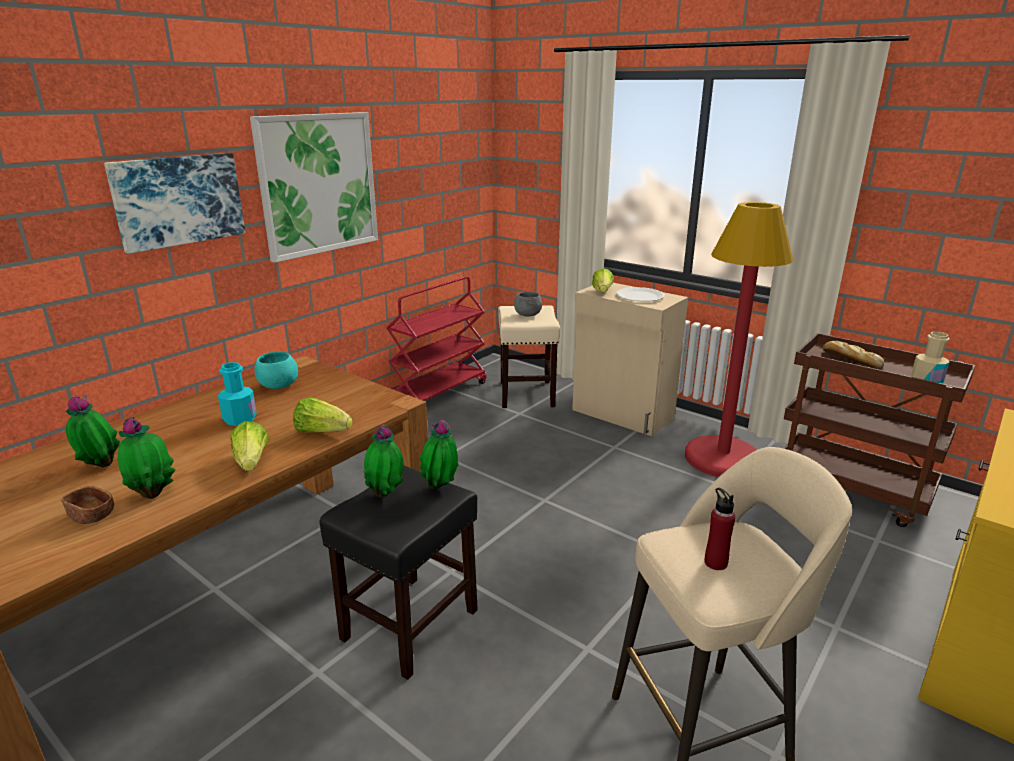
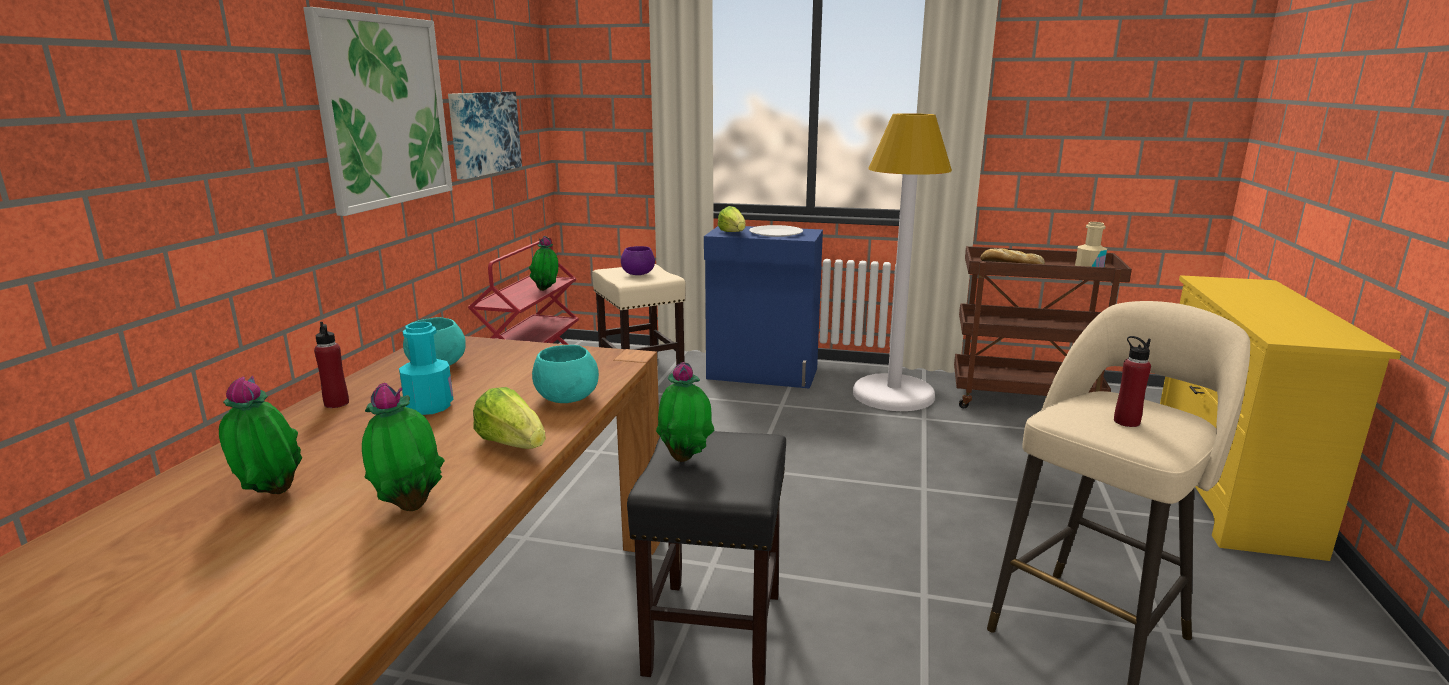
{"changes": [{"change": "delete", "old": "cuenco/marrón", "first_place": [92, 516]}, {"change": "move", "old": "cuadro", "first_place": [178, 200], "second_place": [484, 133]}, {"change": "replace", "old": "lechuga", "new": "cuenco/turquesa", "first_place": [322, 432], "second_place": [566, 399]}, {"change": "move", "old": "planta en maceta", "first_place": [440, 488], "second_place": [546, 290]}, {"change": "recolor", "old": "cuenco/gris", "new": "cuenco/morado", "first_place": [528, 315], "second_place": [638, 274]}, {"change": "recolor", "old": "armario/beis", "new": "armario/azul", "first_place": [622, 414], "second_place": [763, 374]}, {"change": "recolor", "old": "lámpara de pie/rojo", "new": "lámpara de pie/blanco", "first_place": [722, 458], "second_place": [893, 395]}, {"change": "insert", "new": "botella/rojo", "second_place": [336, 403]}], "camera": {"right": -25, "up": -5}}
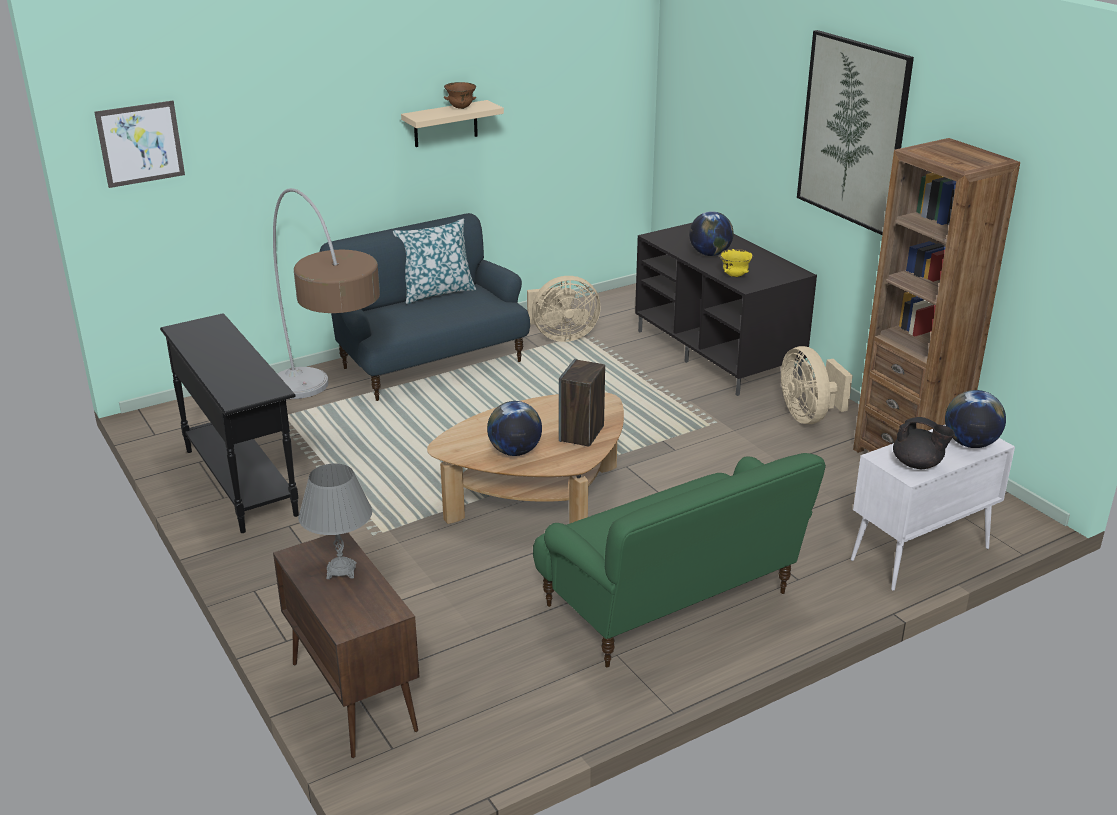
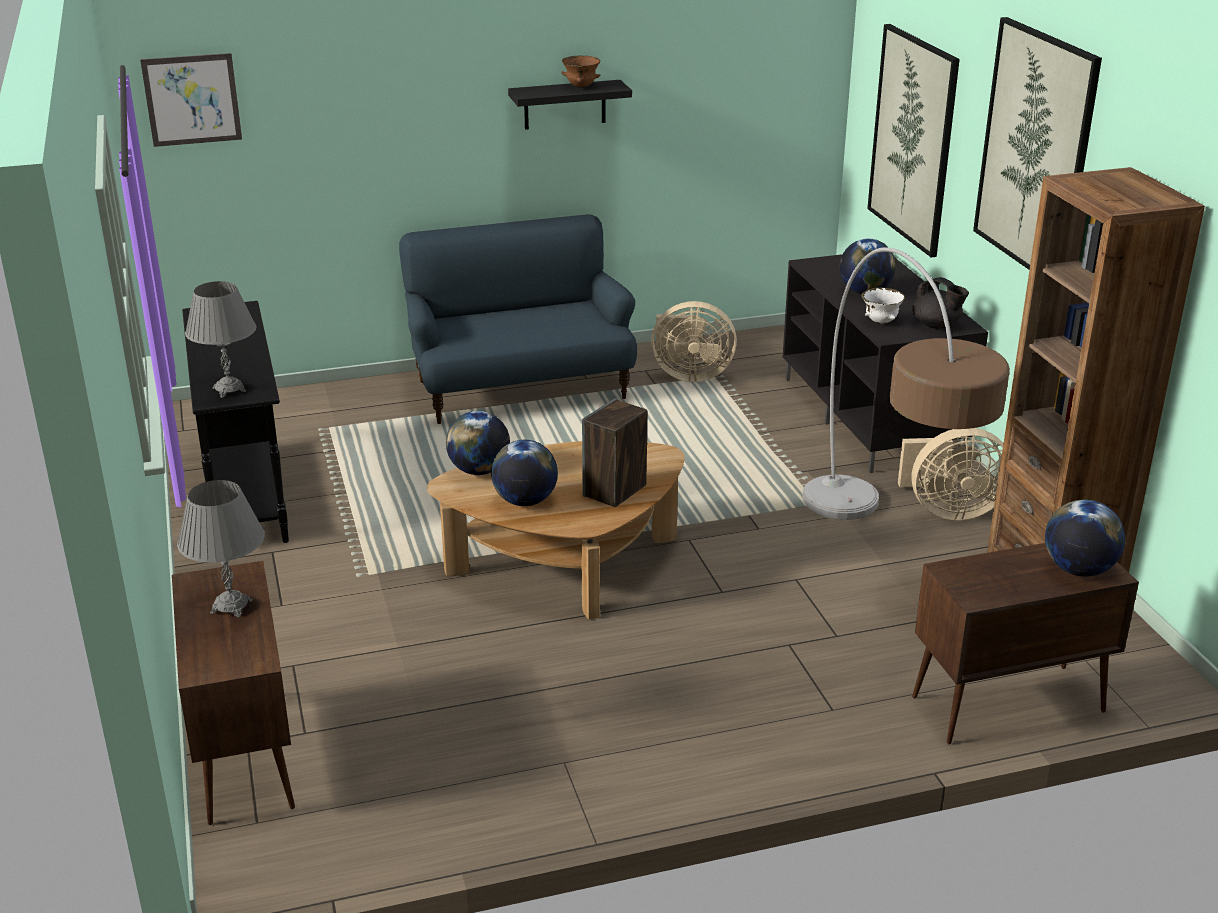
{"changes": [{"change": "move", "old": "lámpara de pie", "first_place": [329, 418], "second_place": [886, 554]}, {"change": "delete", "old": "cojín", "first_place": [437, 292]}, {"change": "recolor", "old": "estante/beis", "new": "estante/negro", "first_place": [445, 124], "second_place": [564, 104]}, {"change": "delete", "old": "sofá/verde", "first_place": [670, 602]}, {"change": "recolor", "old": "cuenco/amarillo", "new": "cuenco/blanco", "first_place": [734, 276], "second_place": [880, 322]}, {"change": "rotate", "old": "ventilador/beis", "first_place": [809, 416], "second_place": [949, 510], "degrees": -90}, {"change": "recolor", "old": "armario/blanco", "new": "armario/marrón", "first_place": [919, 555], "second_place": [1006, 705]}, {"change": "move", "old": "tetera/negro", "first_place": [917, 464], "second_place": [936, 325]}, {"change": "insert", "new": "lámpara de mesa/gris", "second_place": [229, 390]}, {"change": "insert", "new": "globo terráqueo", "second_place": [479, 471]}, {"change": "insert", "new": "cuadro", "second_place": [913, 139]}], "camera": {"right": 15, "up": 0}}
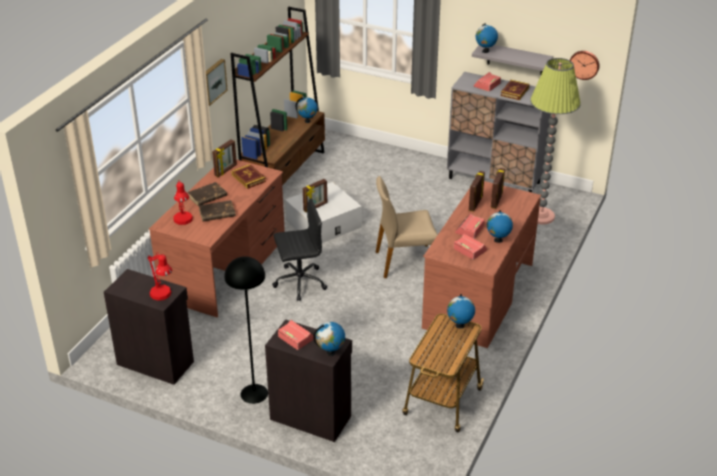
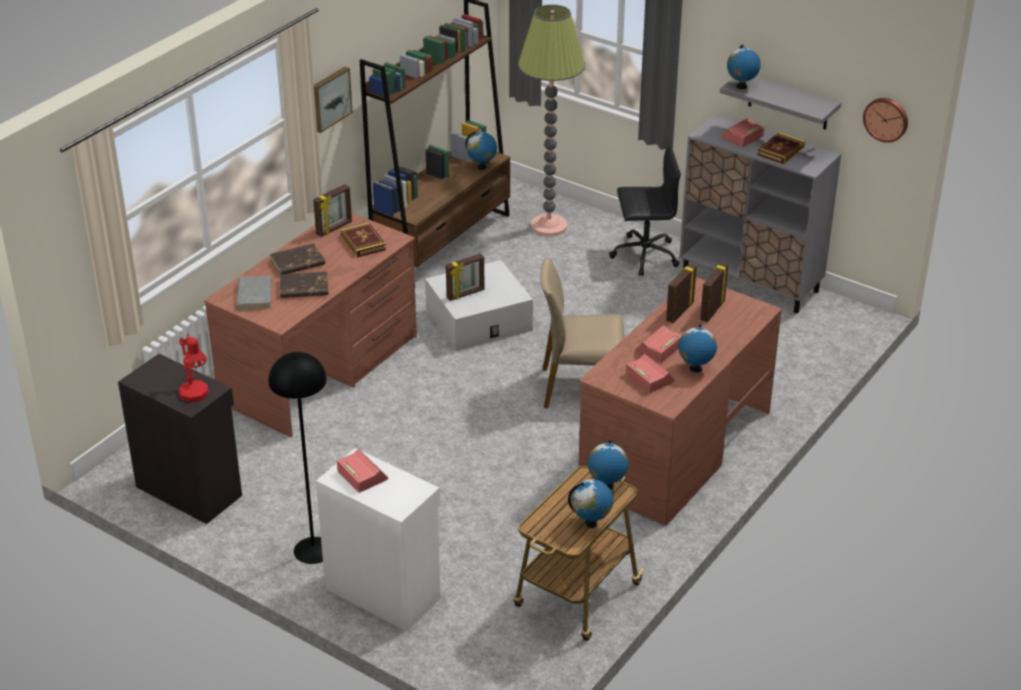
{"changes": [{"change": "replace", "old": "lámpara de mesa/rojo", "new": "libro/gris", "first_place": [183, 221], "second_place": [254, 295]}, {"change": "recolor", "old": "armario/negro", "new": "armario/blanco", "first_place": [310, 416], "second_place": [383, 592]}, {"change": "move", "old": "silla de oficina/negro", "first_place": [299, 282], "second_place": [643, 255]}, {"change": "move", "old": "globo terráqueo", "first_place": [330, 353], "second_place": [591, 523]}, {"change": "move", "old": "lámpara de pie", "first_place": [541, 216], "second_place": [549, 226]}], "camera": {"right": 10, "up": 0}}
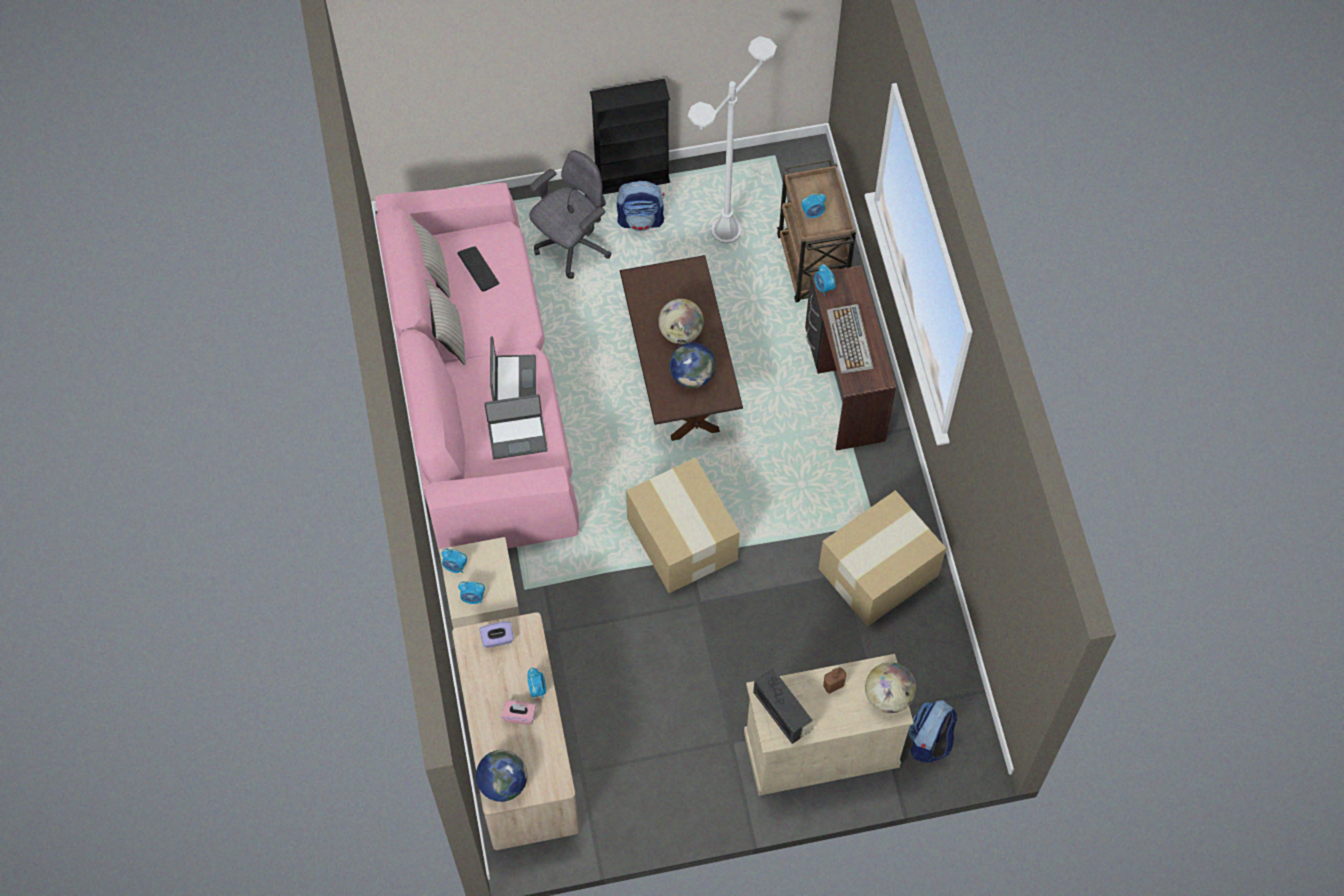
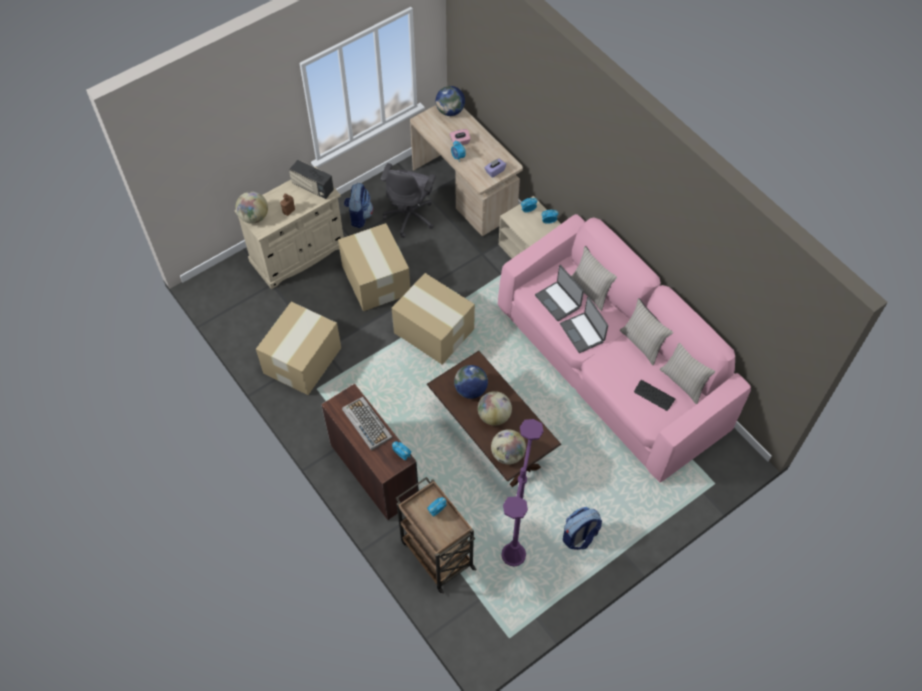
{"changes": [{"change": "rotate", "old": "portátil", "first_place": [517, 436], "second_place": [558, 301], "degrees": -90}, {"change": "move", "old": "silla de oficina/gris", "first_place": [572, 245], "second_place": [410, 216]}, {"change": "delete", "old": "estantería/negro", "first_place": [632, 179]}, {"change": "recolor", "old": "lámpara de pie/blanco", "new": "lámpara de pie/morado", "first_place": [726, 231], "second_place": [513, 555]}, {"change": "move", "old": "mochila", "first_place": [929, 741], "second_place": [359, 216]}, {"change": "insert", "new": "caja de cartón", "second_place": [376, 279]}, {"change": "insert", "new": "globo terráqueo", "second_place": [507, 454]}, {"change": "insert", "new": "cojín/beis", "second_place": [590, 291]}], "camera": {"right": 155, "up": -5}}
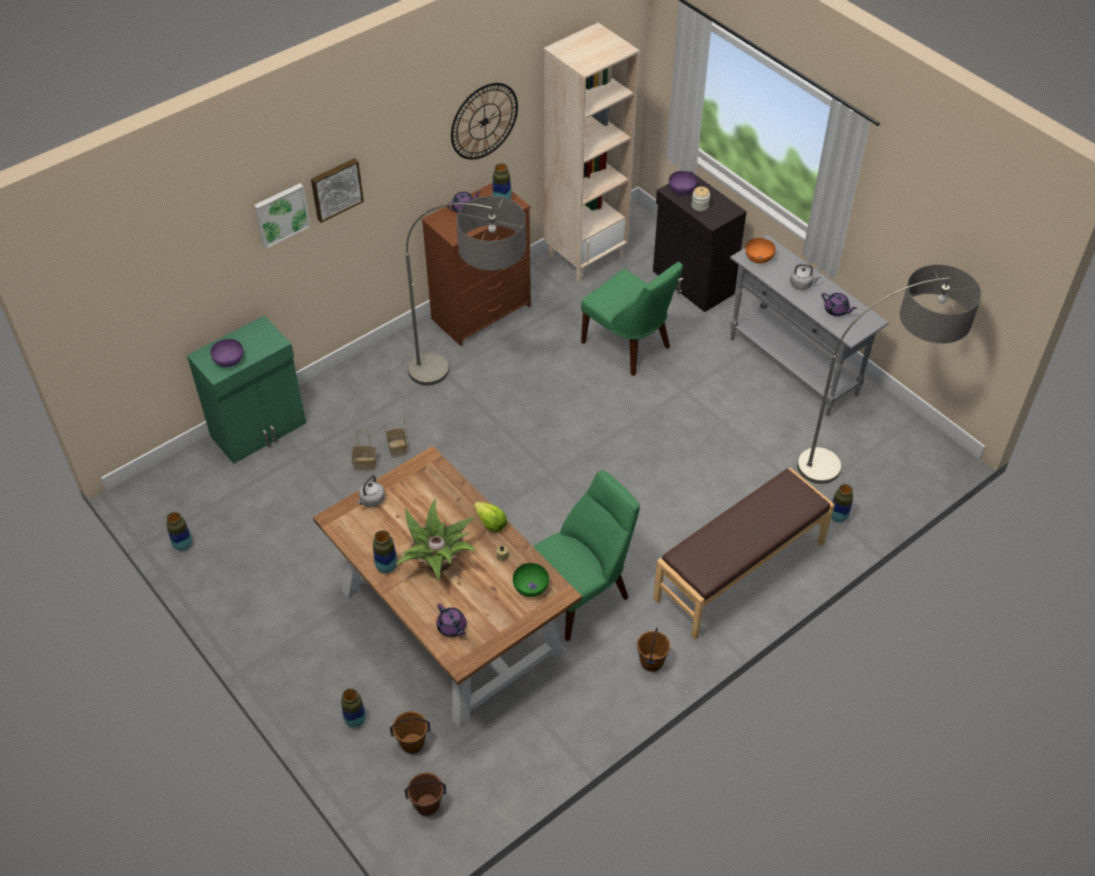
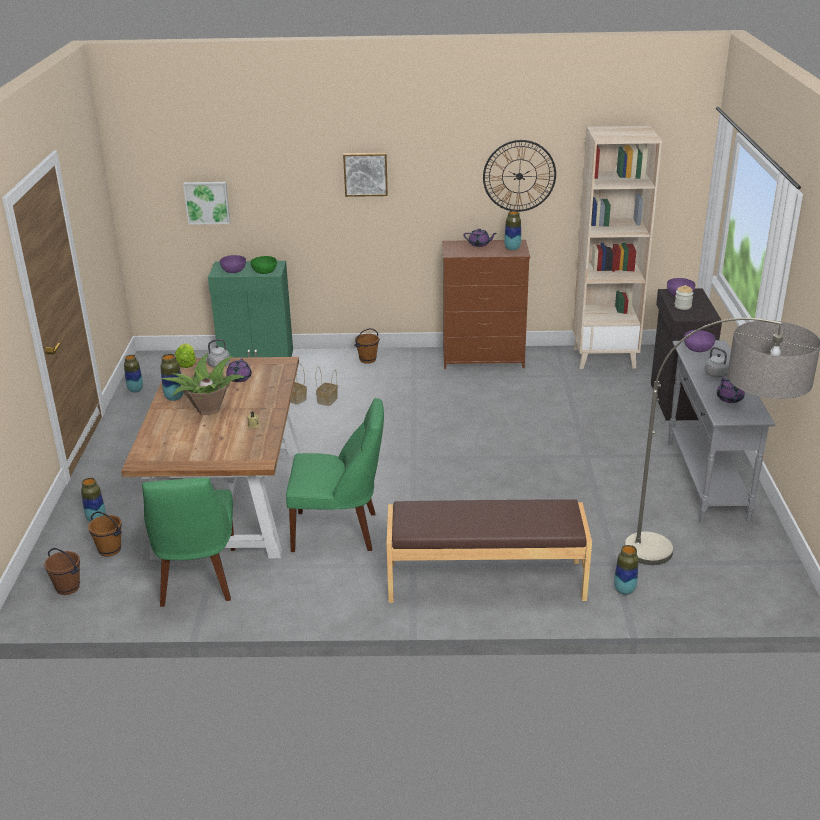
{"changes": [{"change": "move", "old": "cuadro", "first_place": [281, 214], "second_place": [207, 202]}, {"change": "delete", "old": "lámpara de pie", "first_place": [474, 381]}, {"change": "move", "old": "tetera/morado", "first_place": [452, 627], "second_place": [239, 378]}, {"change": "move", "old": "lechuga", "first_place": [490, 523], "second_place": [186, 363]}, {"change": "move", "old": "cuenco/verde", "first_place": [530, 587], "second_place": [264, 271]}, {"change": "move", "old": "silla/verde", "first_place": [629, 346], "second_place": [197, 580]}, {"change": "move", "old": "cubo/marrón", "first_place": [652, 662], "second_place": [368, 360]}, {"change": "recolor", "old": "cuenco/naranja", "new": "cuenco/morado", "first_place": [759, 257], "second_place": [698, 349]}], "camera": {"right": 40, "up": -20}}
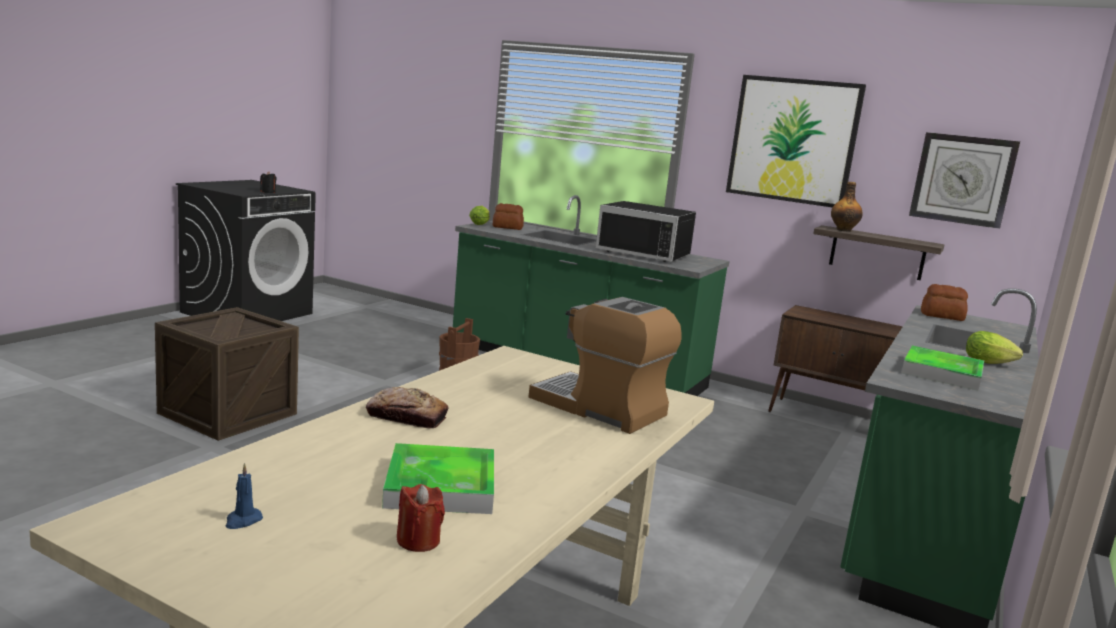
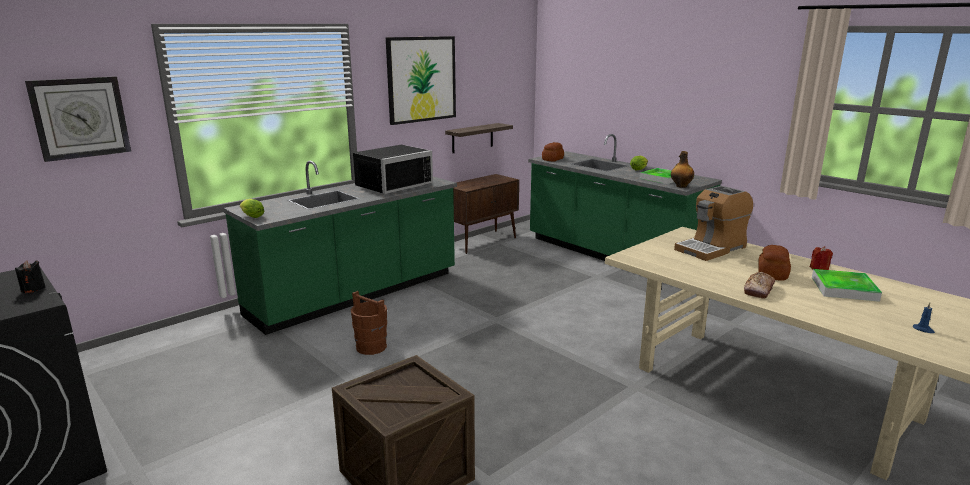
{"changes": [{"change": "move", "old": "vela/rojo", "first_place": [418, 541], "second_place": [819, 269]}, {"change": "move", "old": "pan", "first_place": [508, 227], "second_place": [773, 274]}, {"change": "move", "old": "botella", "first_place": [843, 230], "second_place": [681, 186]}, {"change": "move", "old": "reloj de pared", "first_place": [962, 179], "second_place": [80, 117]}], "camera": {"right": -70, "up": 5}}
